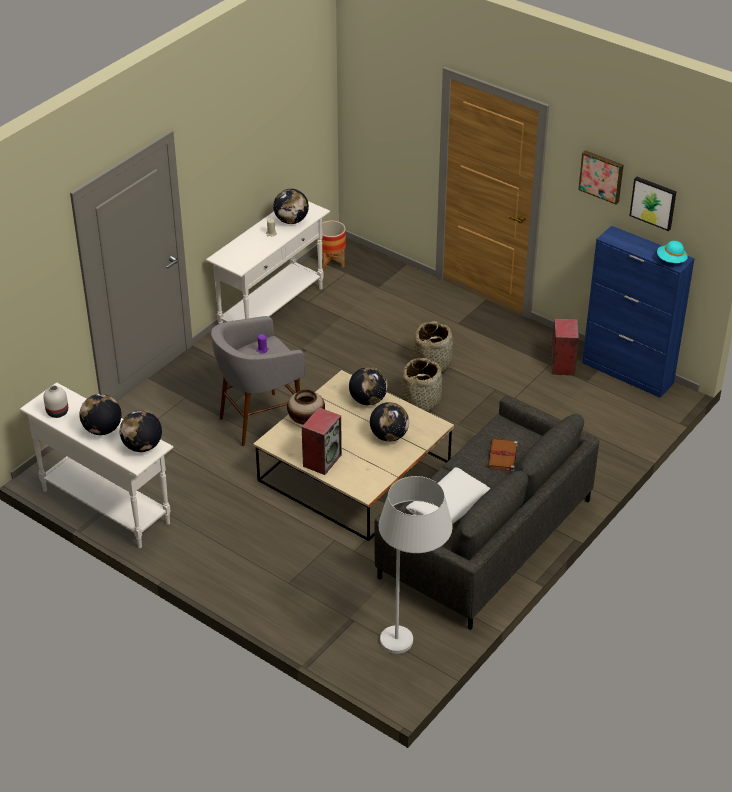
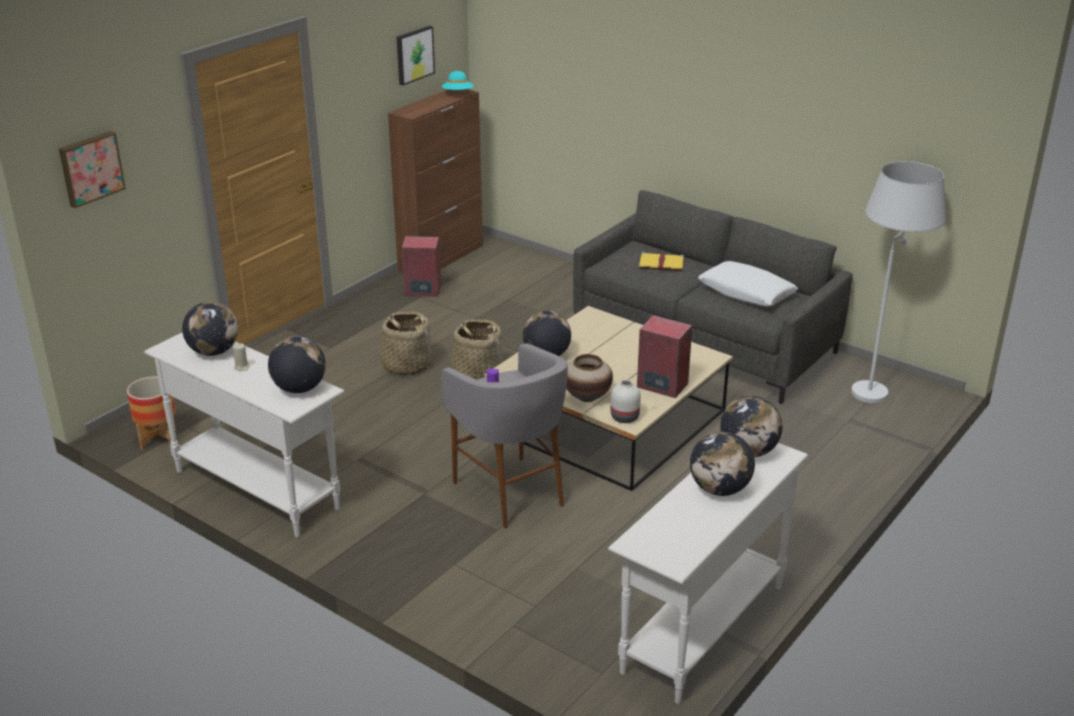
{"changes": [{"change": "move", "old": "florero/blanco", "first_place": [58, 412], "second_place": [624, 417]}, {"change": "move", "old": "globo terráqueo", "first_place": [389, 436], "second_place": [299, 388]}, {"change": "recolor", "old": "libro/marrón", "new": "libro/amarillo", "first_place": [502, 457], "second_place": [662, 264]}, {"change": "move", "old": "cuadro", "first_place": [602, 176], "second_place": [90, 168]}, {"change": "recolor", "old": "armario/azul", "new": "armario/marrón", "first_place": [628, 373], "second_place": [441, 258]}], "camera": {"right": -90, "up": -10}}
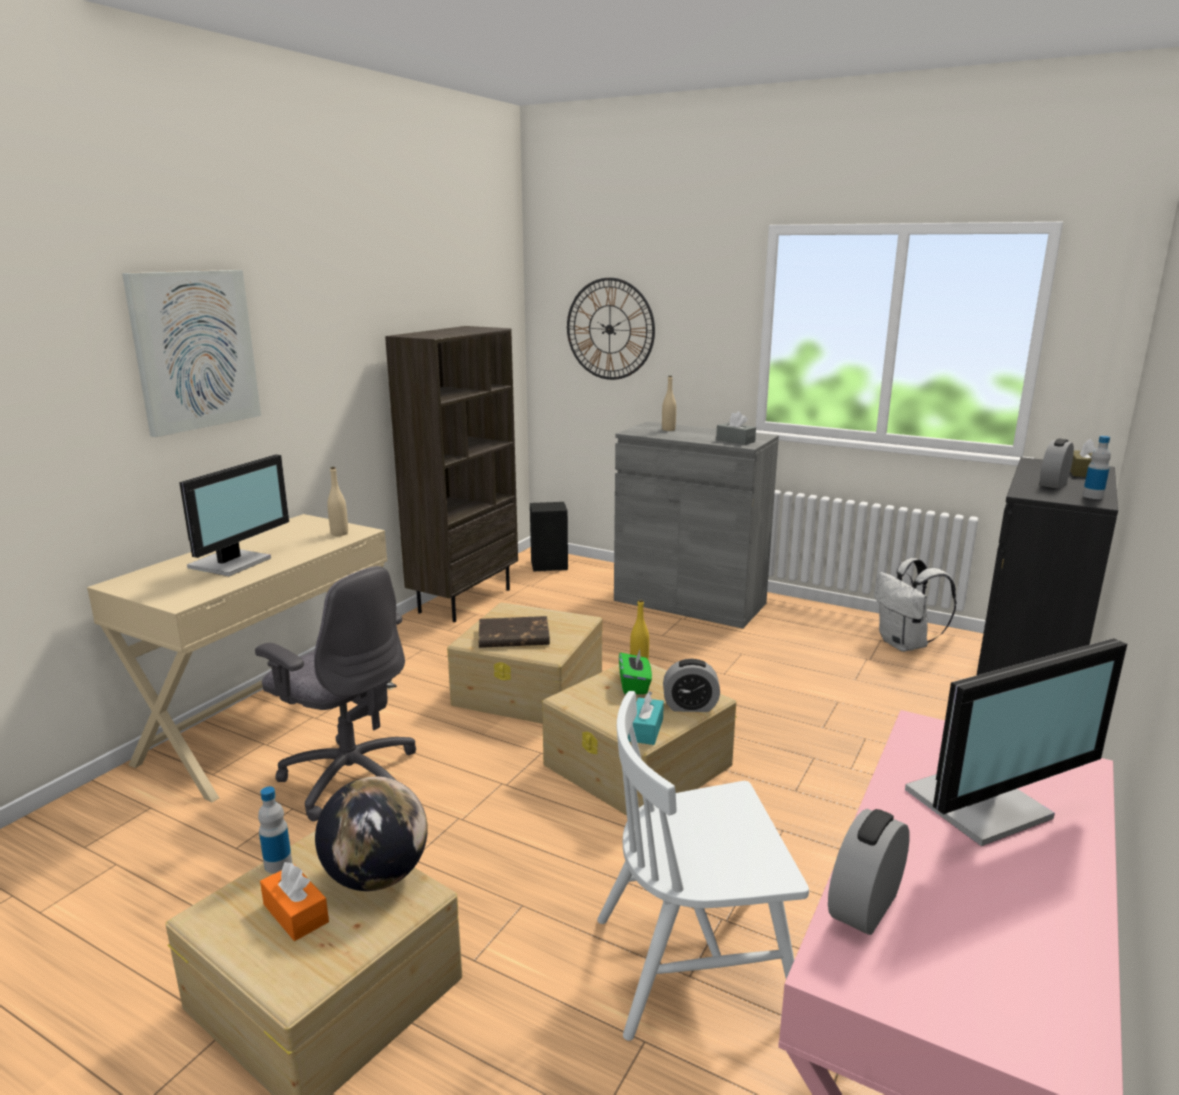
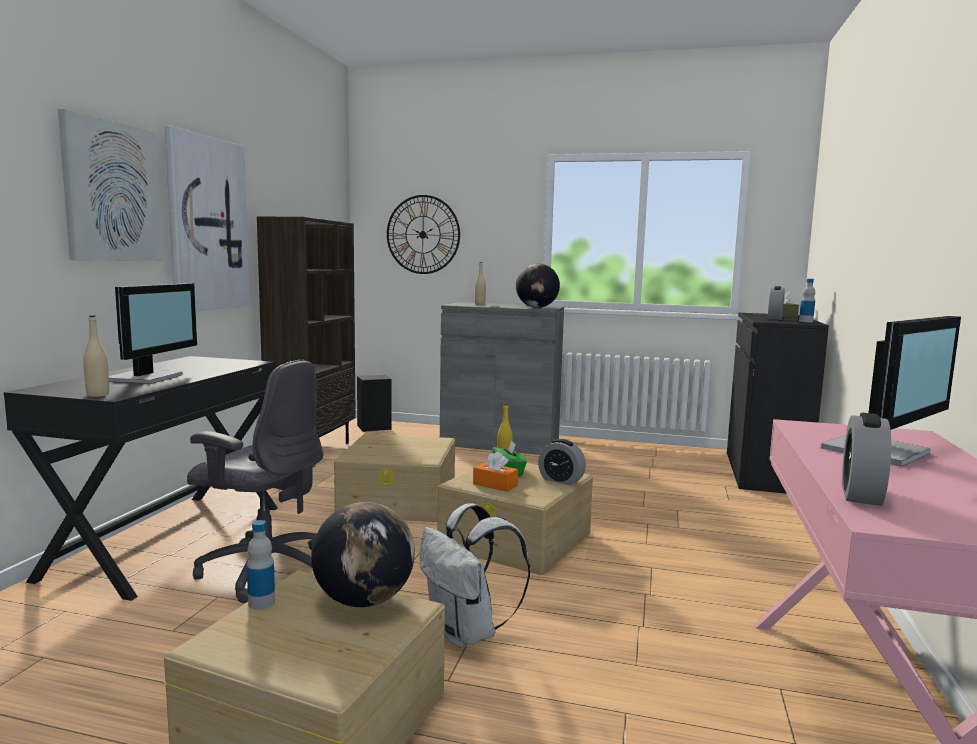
{"changes": [{"change": "recolor", "old": "escritorio/beis", "new": "escritorio/negro", "first_place": [271, 722], "second_place": [167, 540]}, {"change": "move", "old": "caja de pañuelos/naranja", "first_place": [296, 913], "second_place": [495, 485]}, {"change": "move", "old": "botella/beis", "first_place": [339, 533], "second_place": [98, 395]}, {"change": "delete", "old": "libro/marrón", "first_place": [513, 637]}, {"change": "delete", "old": "silla/blanco", "first_place": [695, 964]}, {"change": "delete", "old": "caja de pañuelos/turquesa", "first_place": [645, 730]}, {"change": "rotate", "old": "despertador", "first_place": [690, 706], "second_place": [561, 480], "degrees": 45}, {"change": "replace", "old": "caja de pañuelos/gris", "new": "globo terráqueo", "first_place": [735, 441], "second_place": [536, 307]}, {"change": "move", "old": "mochila/blanco", "first_place": [905, 645], "second_place": [467, 634]}, {"change": "insert", "new": "cuadro", "second_place": [207, 224]}], "camera": {"right": -15, "up": -10}}
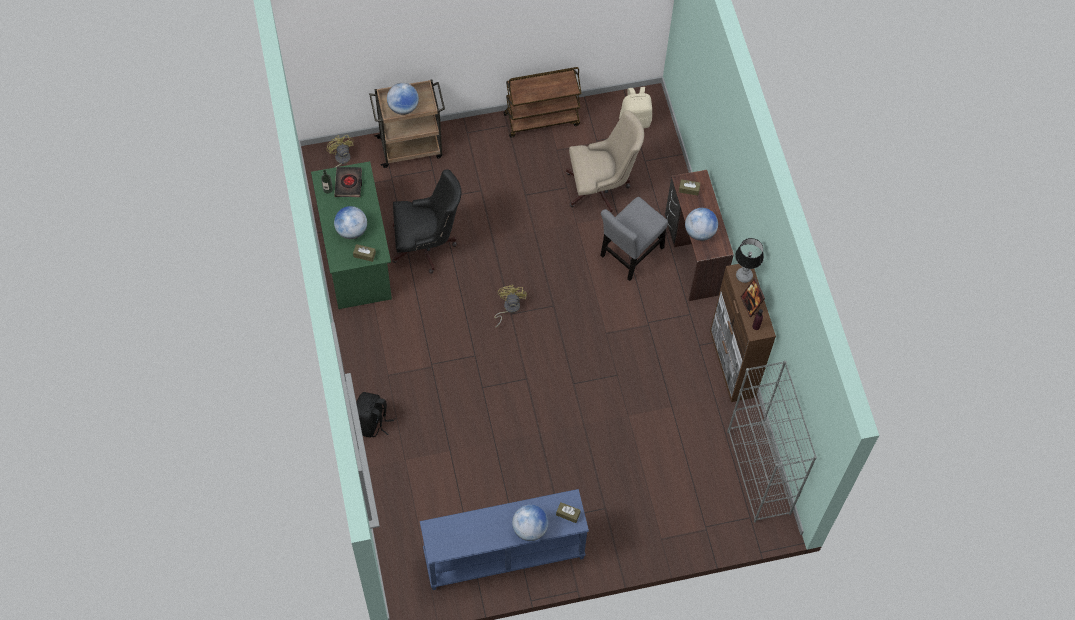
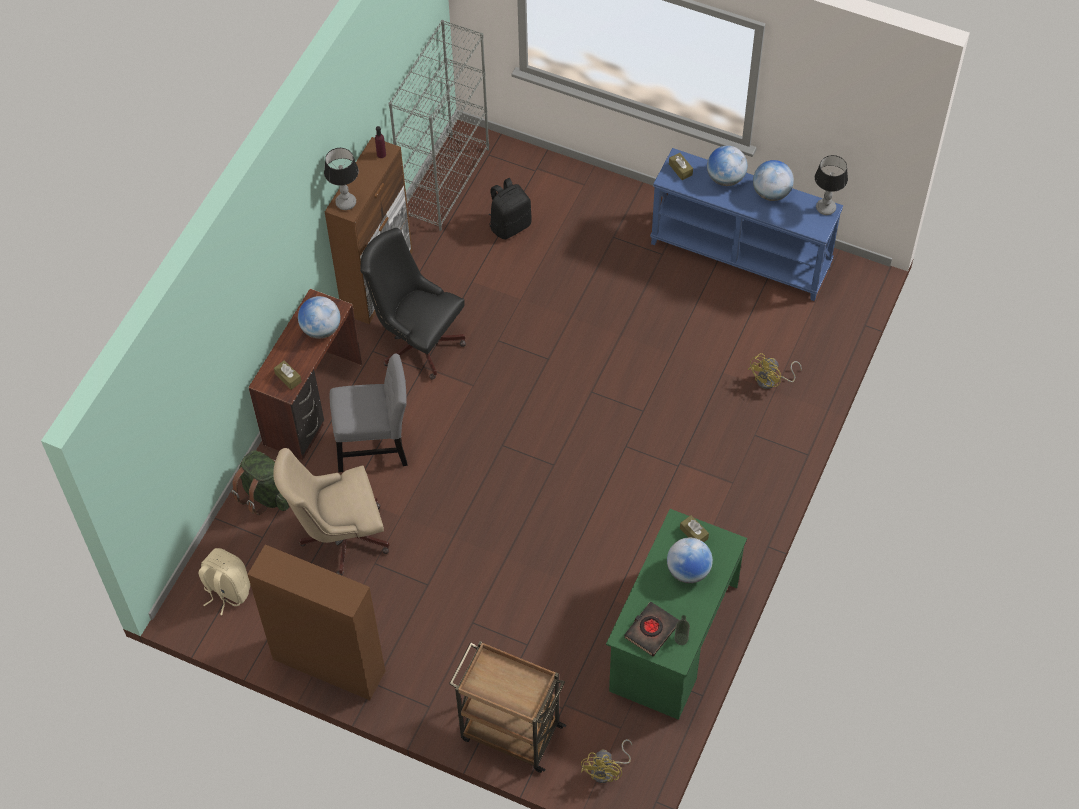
{"changes": [{"change": "move", "old": "mochila/negro", "first_place": [372, 423], "second_place": [510, 225]}, {"change": "move", "old": "globo terráqueo", "first_place": [403, 107], "second_place": [771, 193]}, {"change": "move", "old": "silla de oficina/negro", "first_place": [427, 245], "second_place": [417, 341]}, {"change": "move", "old": "ventilador/amarillo", "first_place": [508, 308], "second_place": [771, 381]}, {"change": "replace", "old": "carrito/marrón", "new": "armario/marrón", "first_place": [542, 119], "second_place": [328, 664]}, {"change": "rotate", "old": "silla de oficina/beis", "first_place": [601, 189], "second_place": [339, 537], "degrees": -45}, {"change": "delete", "old": "portarretratos", "first_place": [750, 305]}, {"change": "insert", "new": "mochila/verde", "second_place": [267, 494]}, {"change": "insert", "new": "lámpara de mesa", "second_place": [826, 207]}], "camera": {"right": -140, "up": -5}}
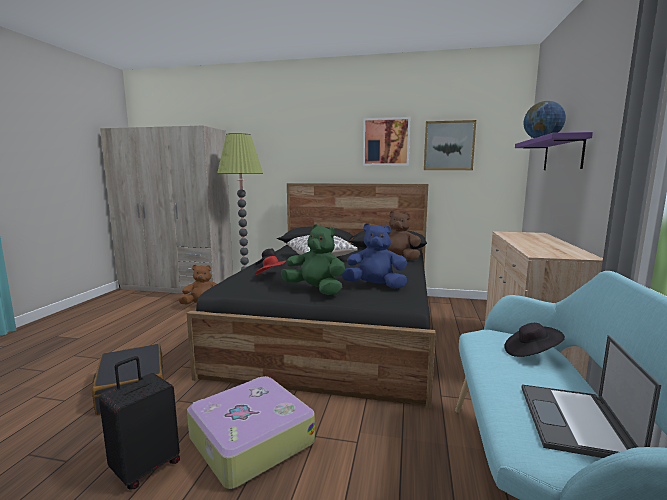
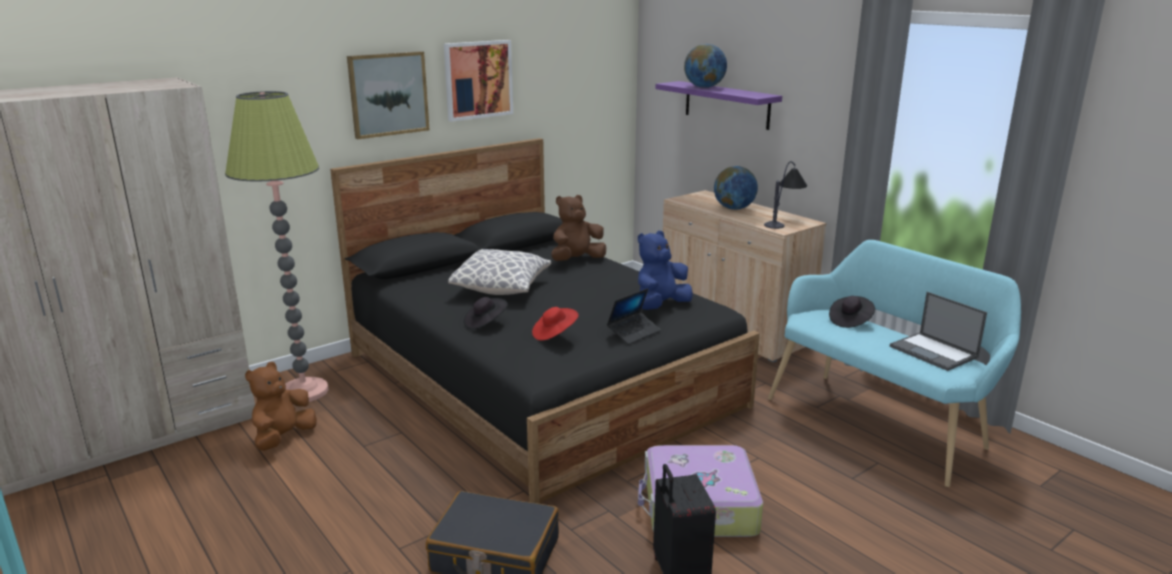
{"changes": [{"change": "replace", "old": "peluche/verde", "new": "portátil", "first_place": [315, 290], "second_place": [633, 333]}, {"change": "move", "old": "cuadro", "first_place": [449, 146], "second_place": [388, 94]}, {"change": "insert", "new": "globo terráqueo", "second_place": [734, 208]}, {"change": "insert", "new": "lámpara de mesa", "second_place": [783, 221]}], "camera": {"right": -50, "up": 10}}
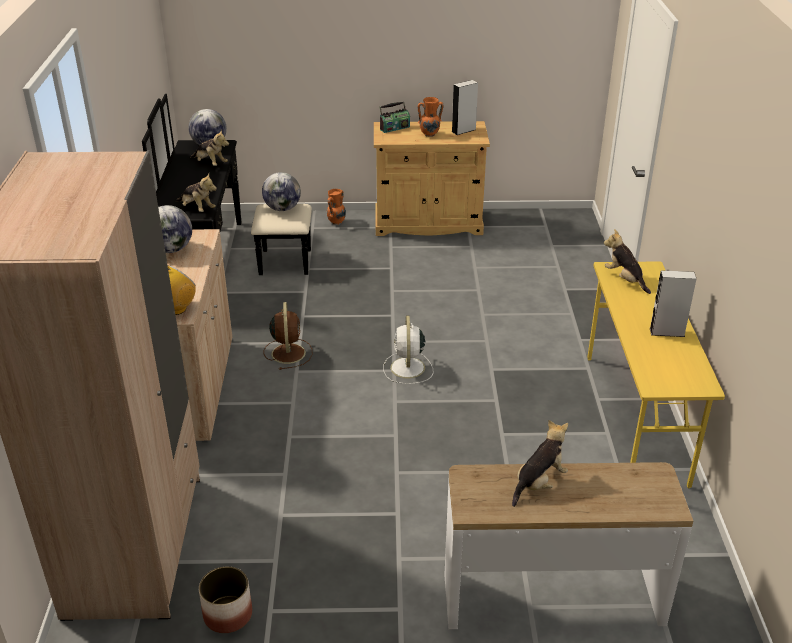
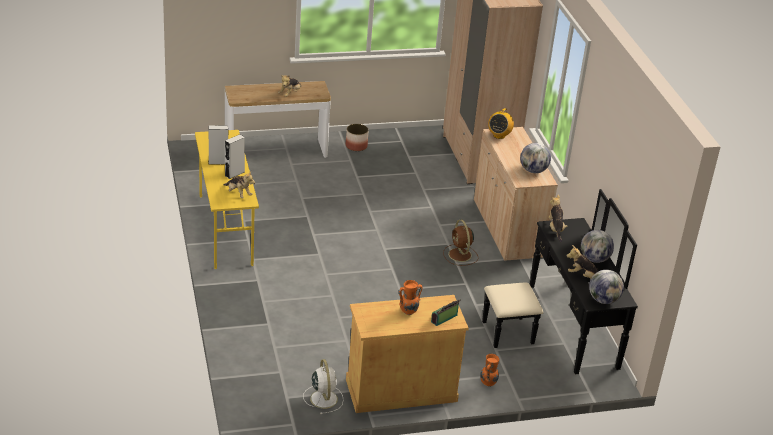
{"changes": [{"change": "rotate", "old": "peluche", "first_place": [197, 209], "second_place": [555, 229], "degrees": 60}, {"change": "move", "old": "maceta", "first_place": [227, 614], "second_place": [356, 146]}, {"change": "move", "old": "globo terráqueo", "first_place": [282, 208], "second_place": [594, 259]}, {"change": "move", "old": "ventilador/blanco", "first_place": [407, 369], "second_place": [323, 398]}, {"change": "move", "old": "altavoz/gris", "first_place": [463, 130], "second_place": [234, 173]}], "camera": {"right": 165, "up": 0}}
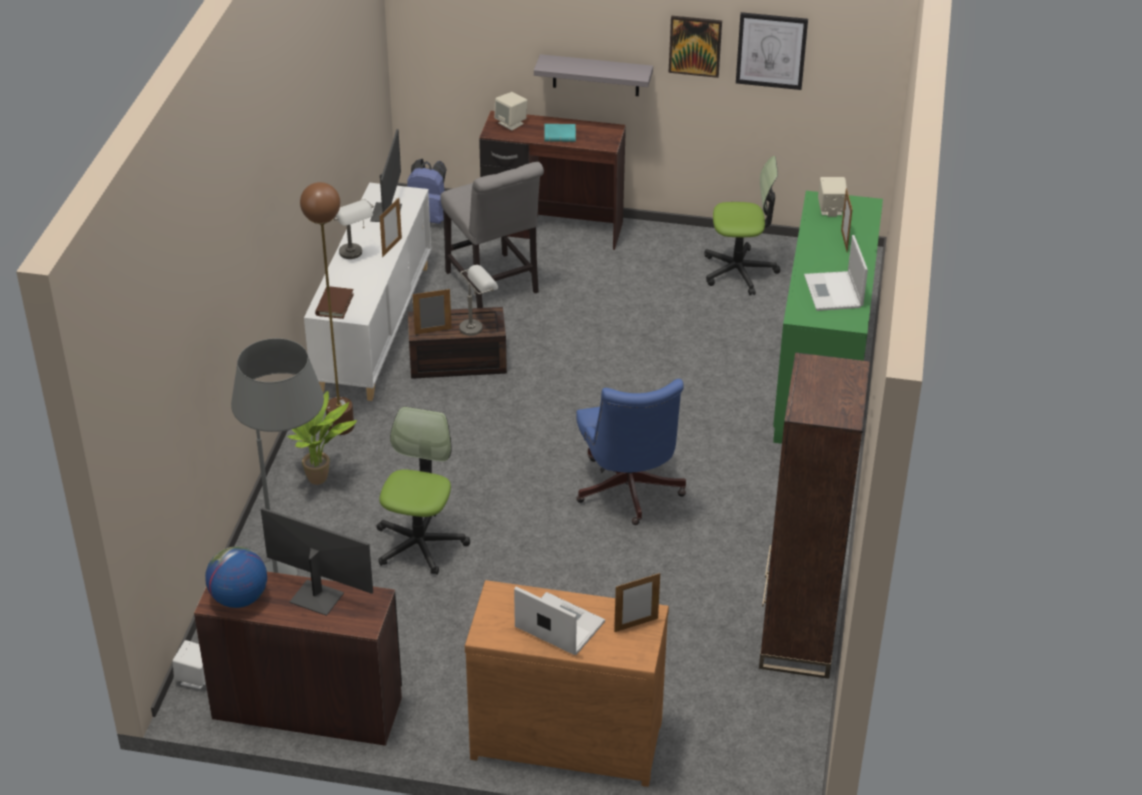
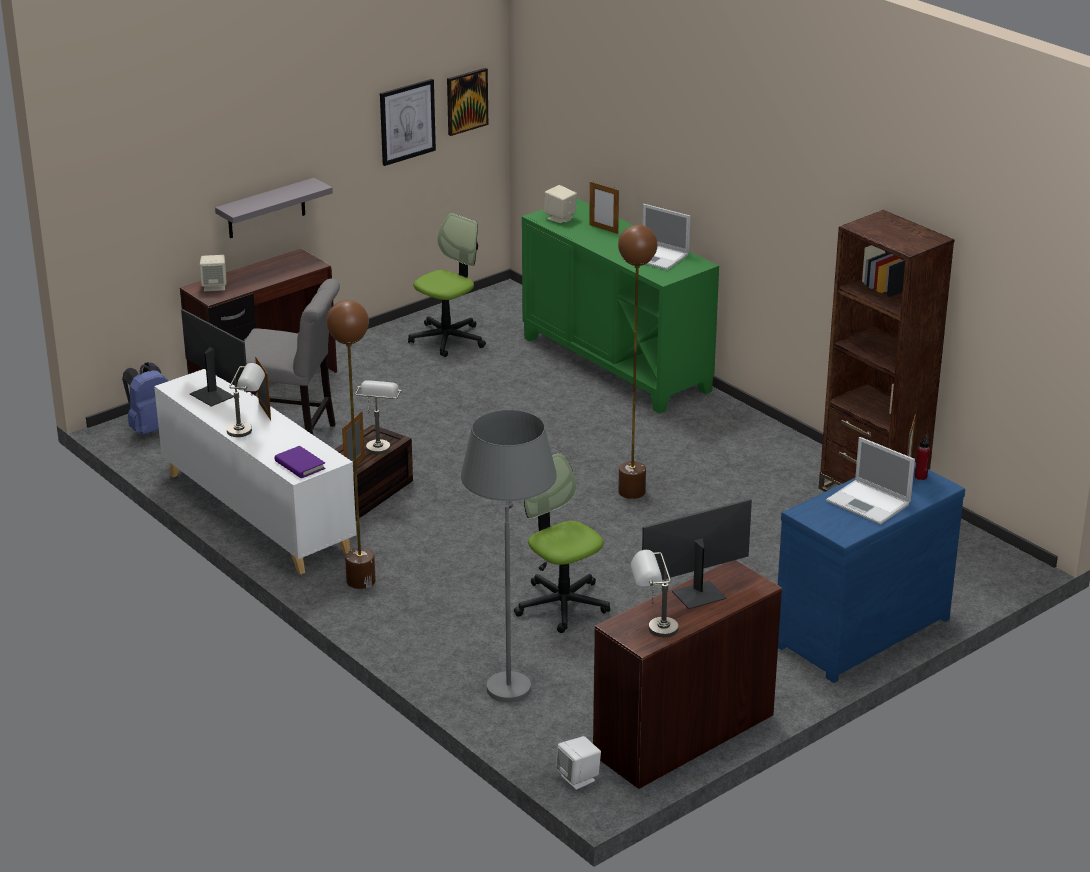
{"changes": [{"change": "replace", "old": "globo terráqueo", "new": "lámpara de mesa/gris", "first_place": [239, 598], "second_place": [653, 630]}, {"change": "delete", "old": "planta en maceta", "first_place": [321, 478]}, {"change": "recolor", "old": "libro/marrón", "new": "libro/morado", "first_place": [334, 305], "second_place": [300, 465]}, {"change": "recolor", "old": "cómoda/marrón", "new": "cómoda/azul", "first_place": [566, 735], "second_place": [857, 630]}, {"change": "rotate", "old": "portátil", "first_place": [558, 625], "second_place": [869, 503], "degrees": -120}, {"change": "delete", "old": "libro/turquesa", "first_place": [561, 135]}, {"change": "replace", "old": "silla de oficina/azul", "new": "lámpara de pie/marrón", "first_place": [629, 493], "second_place": [631, 492]}, {"change": "move", "old": "cuadro", "first_place": [695, 45], "second_place": [466, 101]}, {"change": "insert", "new": "botella/rojo", "second_place": [920, 476]}], "camera": {"right": -50, "up": -10}}
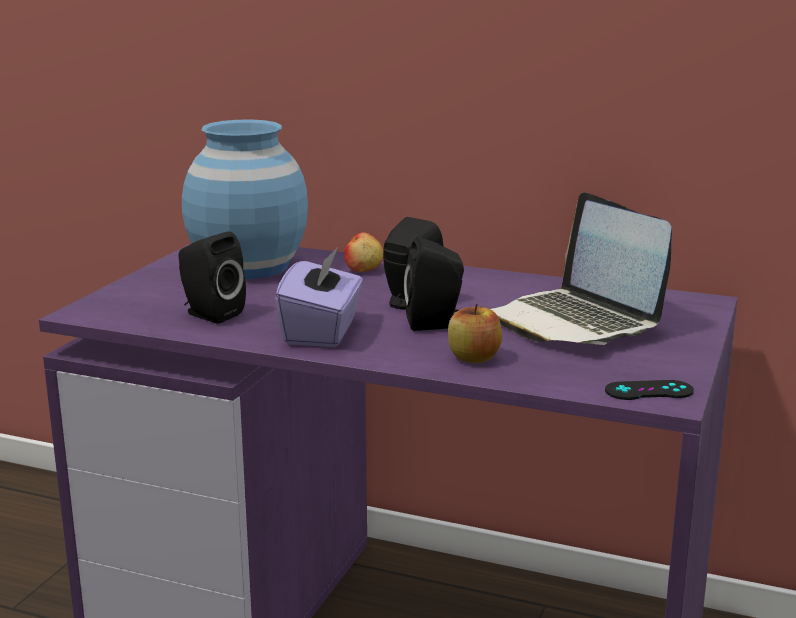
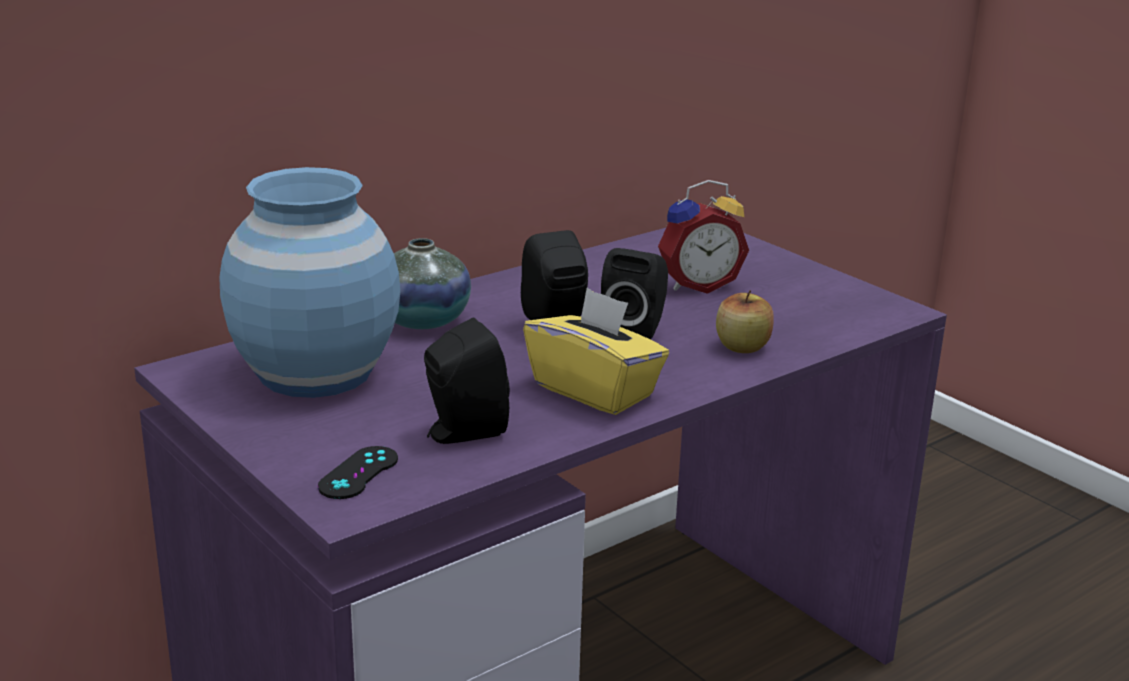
{"changes": [{"change": "recolor", "old": "caja de pañuelos/morado", "new": "caja de pañuelos/amarillo", "first_place": [322, 332], "second_place": [595, 390]}, {"change": "replace", "old": "manzana", "new": "florero", "first_place": [364, 270], "second_place": [423, 320]}, {"change": "replace", "old": "portátil", "new": "despertador", "first_place": [575, 322], "second_place": [698, 285]}, {"change": "move", "old": "mando de consola/negro", "first_place": [649, 391], "second_place": [358, 473]}], "camera": {"right": -60, "up": 5}}
